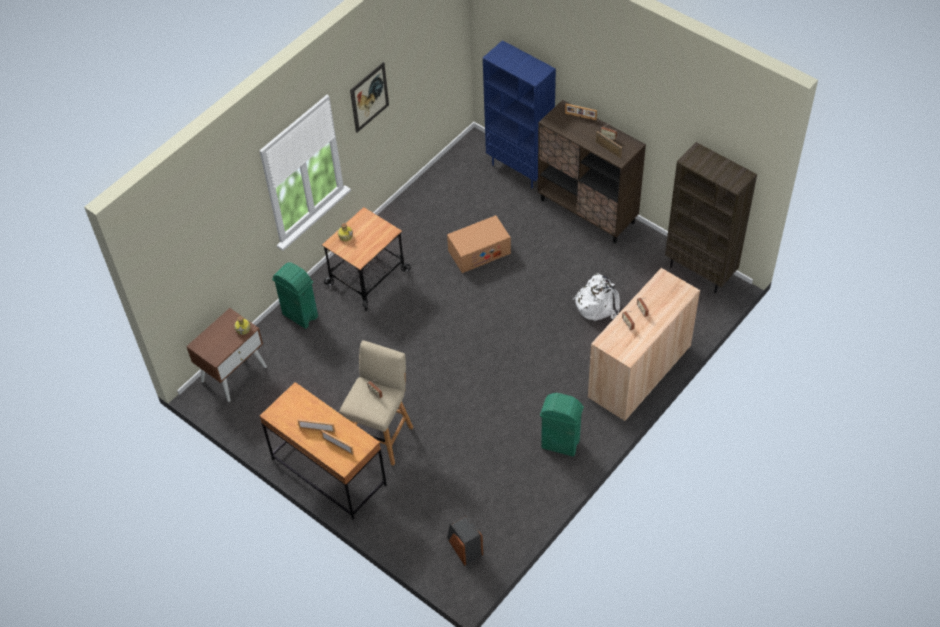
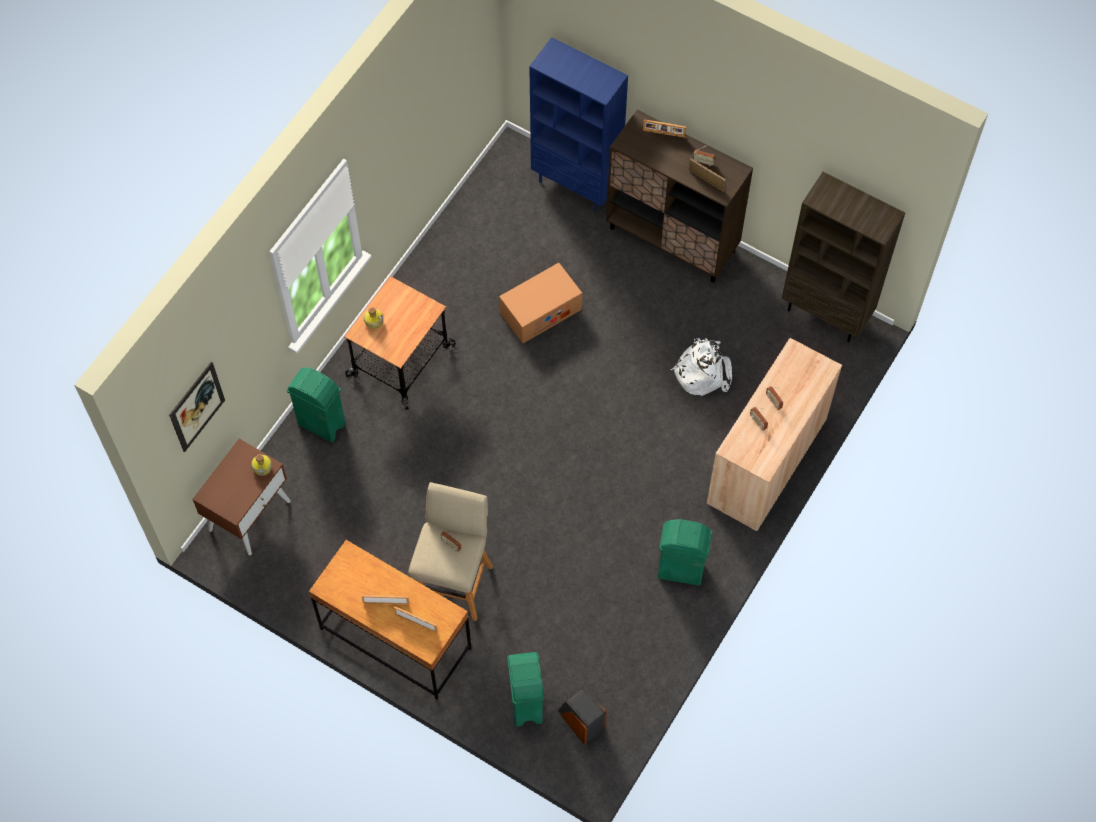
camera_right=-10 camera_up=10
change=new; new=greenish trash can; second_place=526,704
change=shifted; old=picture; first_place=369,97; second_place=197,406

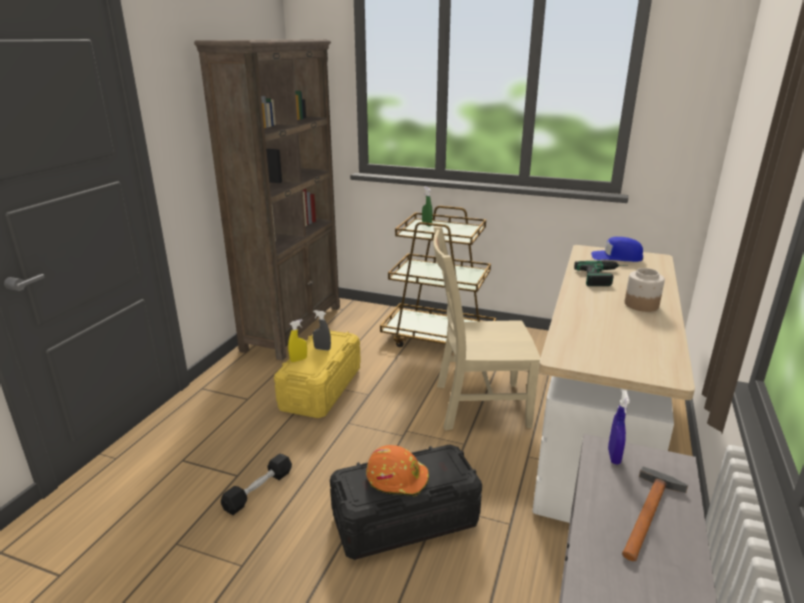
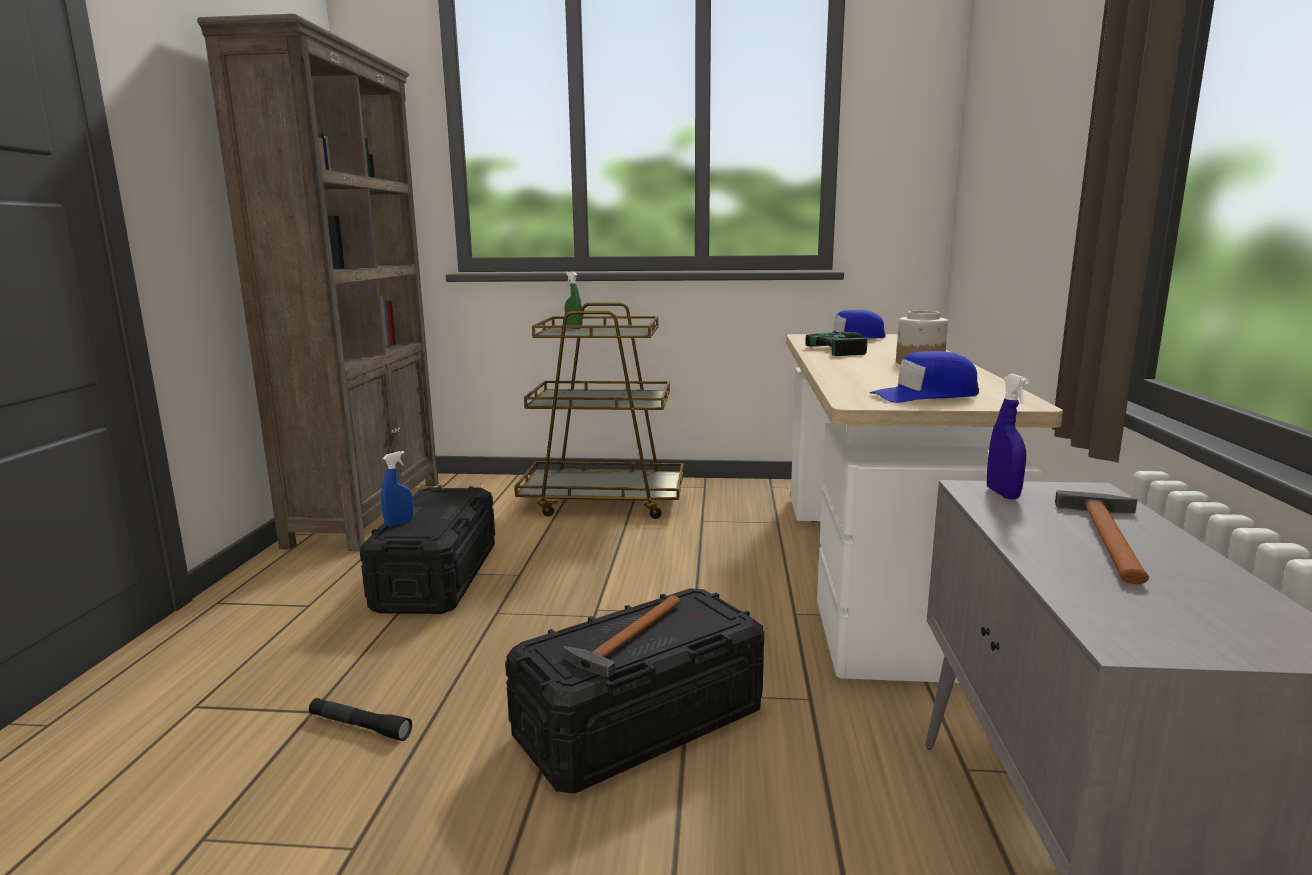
camera_right=-15 camera_up=-10
change=gone; old=grey sprayer; first_place=322,349
change=gone; old=beige plain chair; first_place=477,405
change=new; new=bluish baseball cap; second_place=924,395
change=swapped; old=black-coloured hand weight; new=black-coloured hand torch; first_place=258,490; second_place=359,726
change=swapped; old=orange-coloured work helmet; new=hammer; first_place=397,478; second_place=627,638
change=repainted; old=yellow-coloured storage bin; new=black-coloured storage bin; first_place=321,388; second_place=437,577
change=repainted; old=yellow-coloured sprayer; new=bluish sprayer; first_place=298,359; second_place=399,523

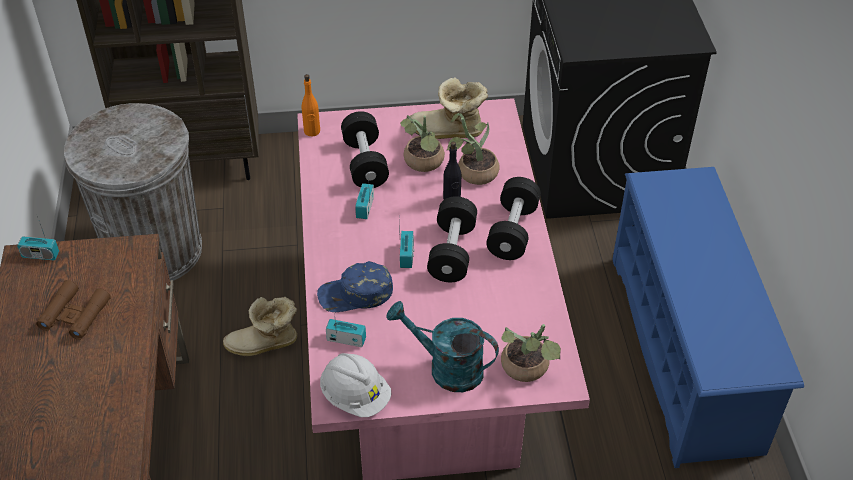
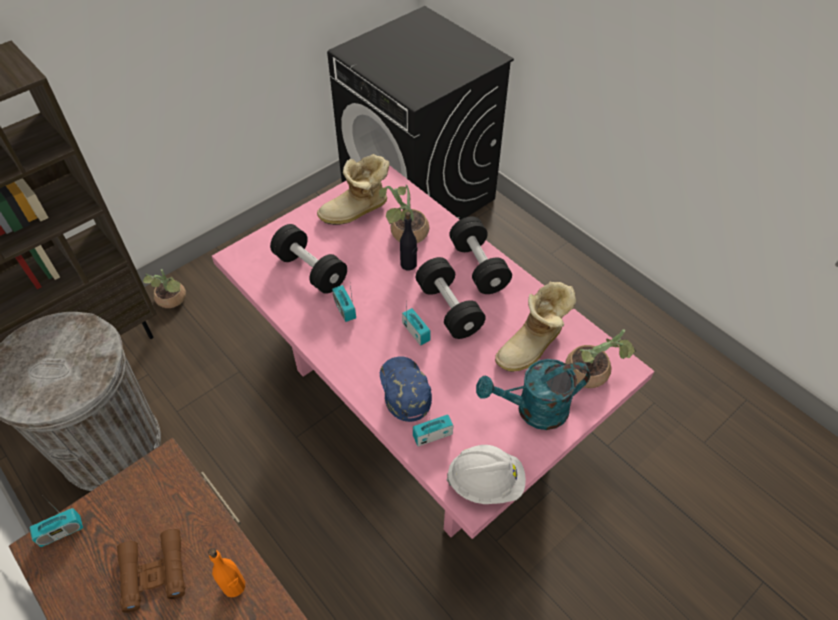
camera_right=-35 camera_up=5
change=gone; old=bluish shoe shelf; first_place=685,352
change=shifted; old=boot; first_place=264,345; second_place=533,347
change=shifted; old=orange-coloured beverage bottle; first_place=312,131; second_place=234,586
change=shifted; old=plant in a pot; first_place=423,164; second_place=172,301
change=rotated; old=bluish baseball cap; first_place=355,294; second_place=404,390; degrees=120

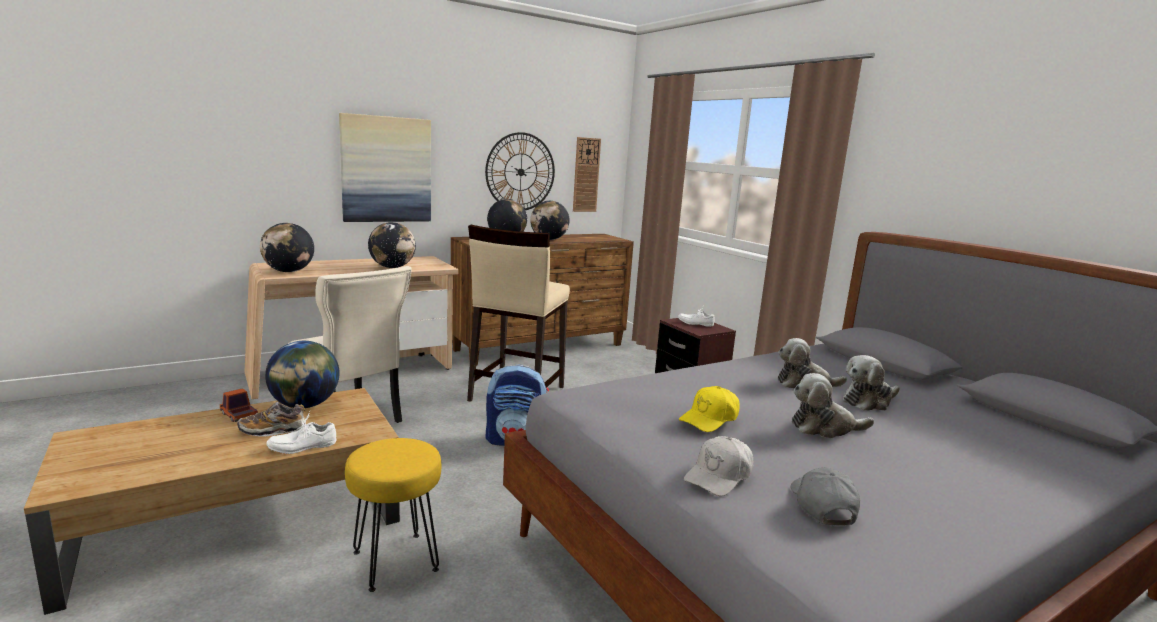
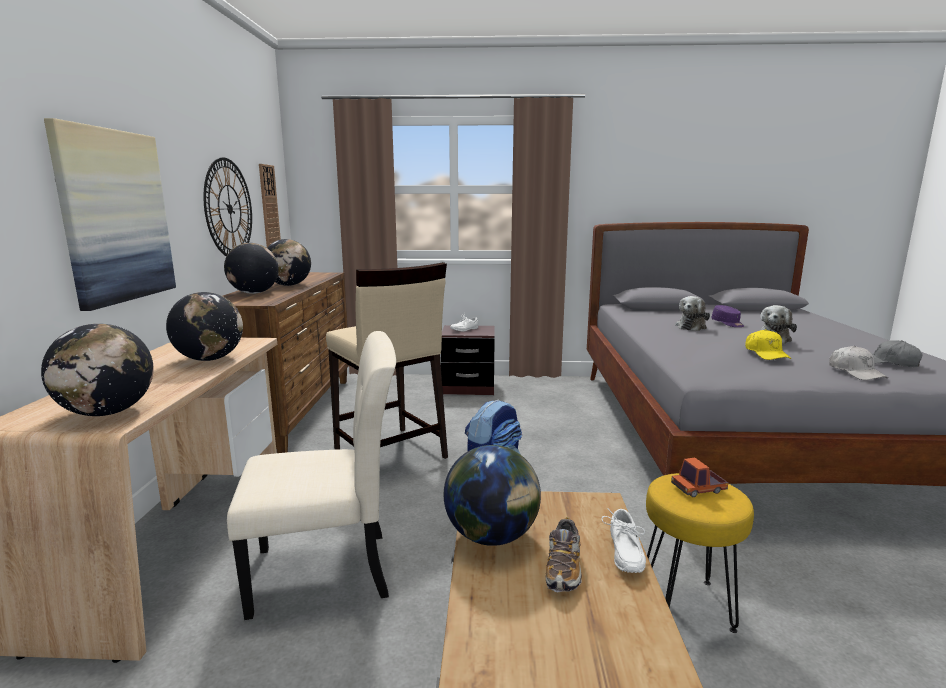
camera_right=-55 camera_up=0
change=shifted; old=model truck; first_place=239,415; second_place=698,489
change=swapped; old=soft toy; new=purplish baseball cap; first_place=868,401; second_place=727,323

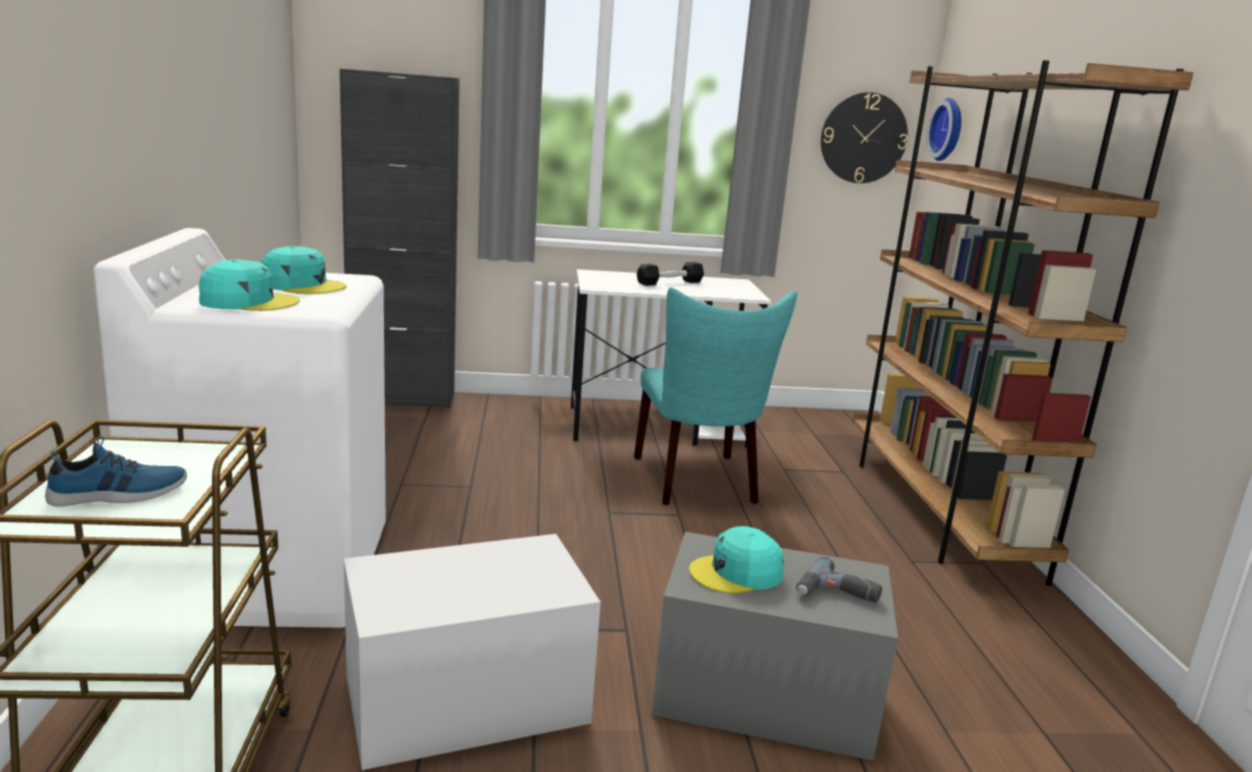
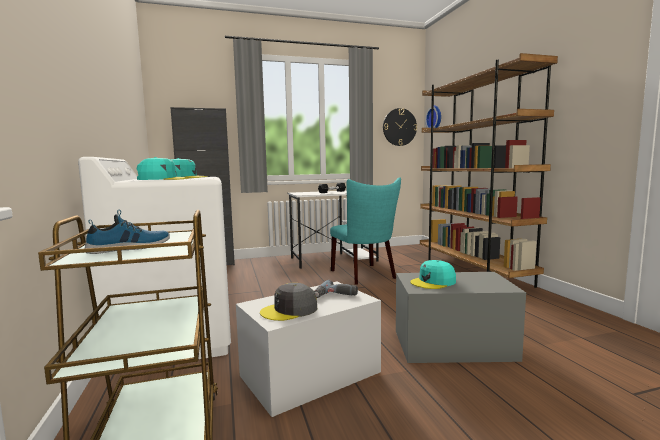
camera_right=-10 camera_up=-10
change=new; new=grey baseball cap; second_place=289,310
change=shifted; old=drill; first_place=837,595; second_place=335,295

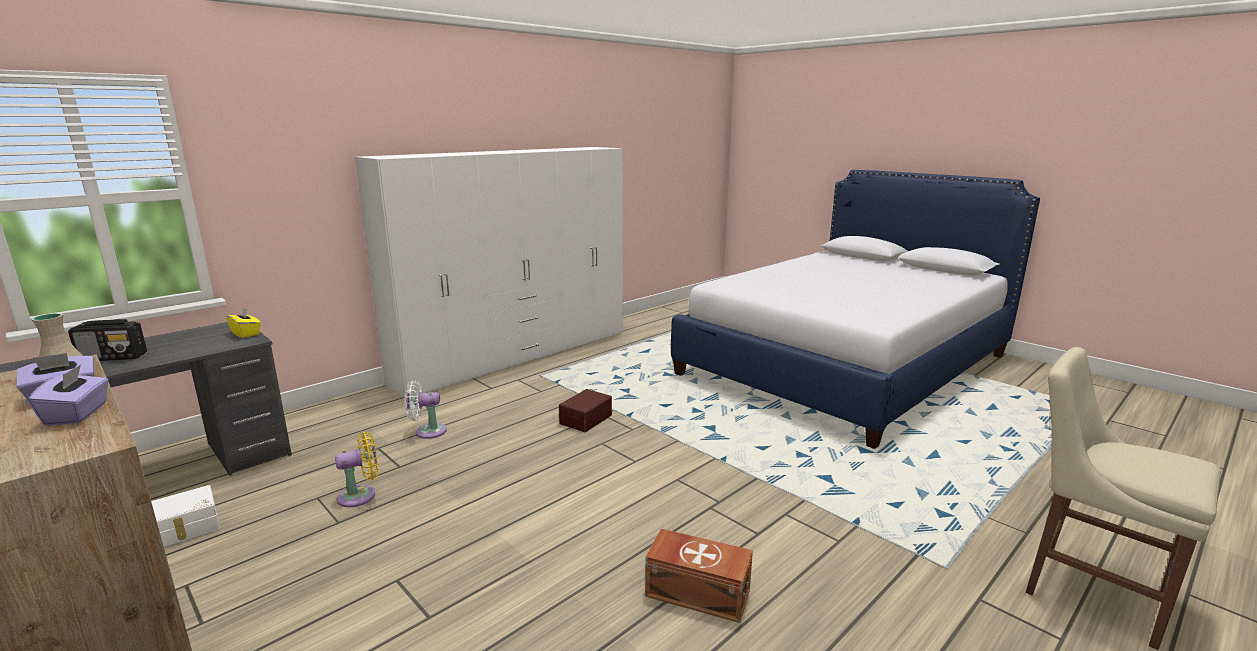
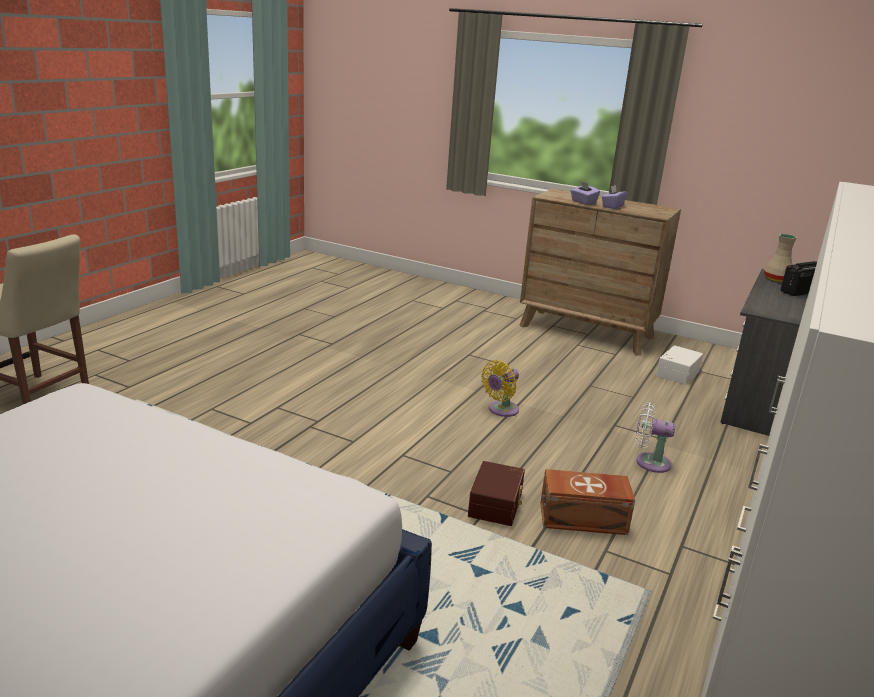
camera_right=160 camera_up=5
change=gone; old=yellow-coloured tissue holder; first_place=246,333
change=shifted; old=yellow-coloured electric fan; first_place=361,495; second_place=501,410
change=shifted; old=brown storage bin; first_place=696,591; second_place=584,519
change=rotated; old=white-coloured electric fan; first_place=427,431; second_place=649,462; degrees=-135

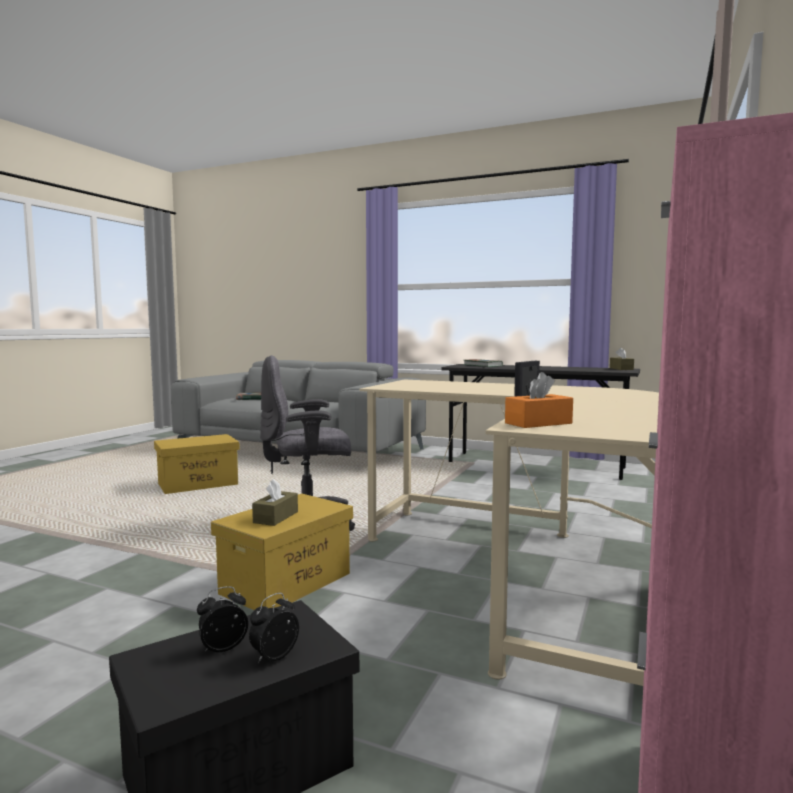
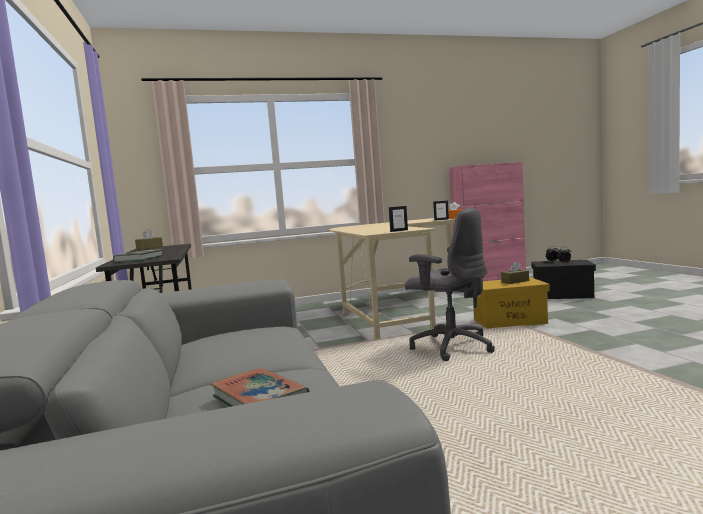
camera_right=-130 camera_up=0
change=gone; old=yellow-coloured storage bin; first_place=199,484
change=new; new=photo frame; second_place=399,231

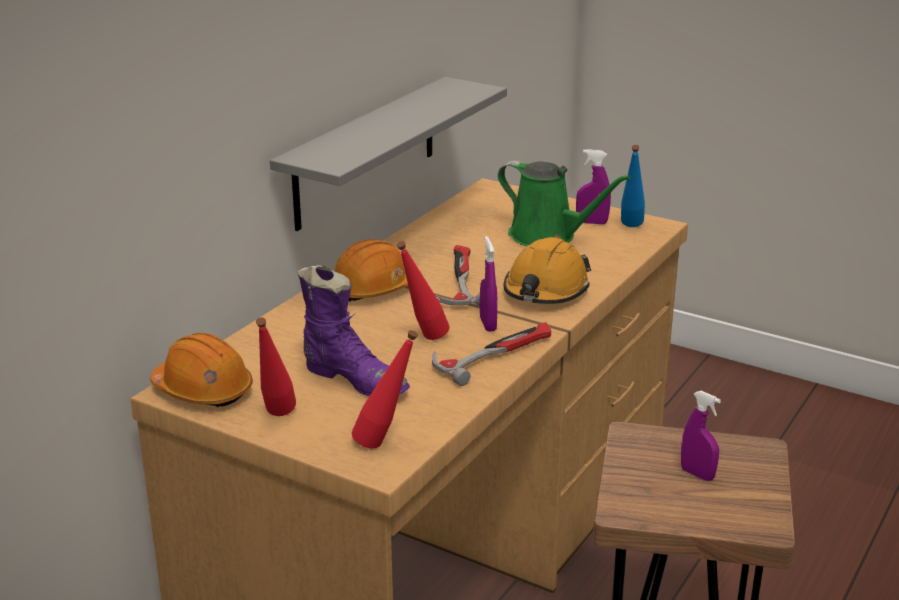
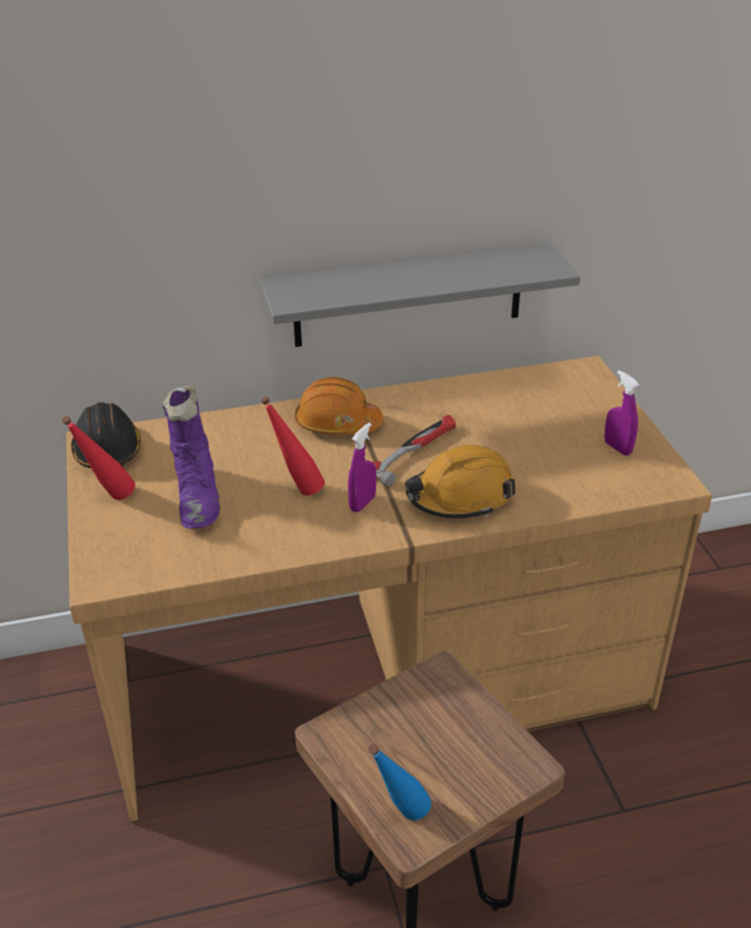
camera_right=45 camera_up=10
change=gone; old=reddish beverage bottle; first_place=385,444
change=gone; old=hammer; first_place=494,354
change=gone; old=greenish watering pot; first_place=548,236
change=gone; old=purplish sprayer; first_place=697,474
change=shifted; old=bluish beverage bottle; first_place=630,228; second_place=399,817
change=repainted; old=orange-coloured work helmet; new=black-coloured work helmet; first_place=203,390; second_place=107,450

